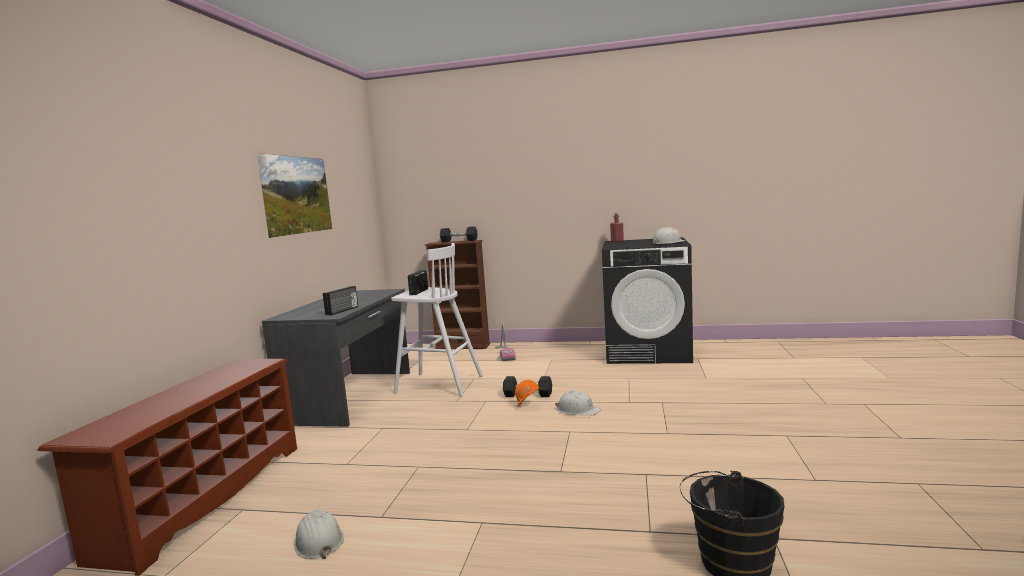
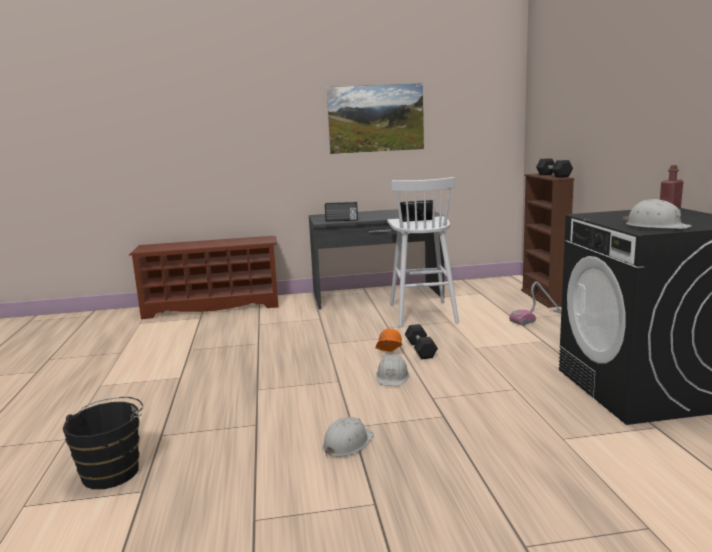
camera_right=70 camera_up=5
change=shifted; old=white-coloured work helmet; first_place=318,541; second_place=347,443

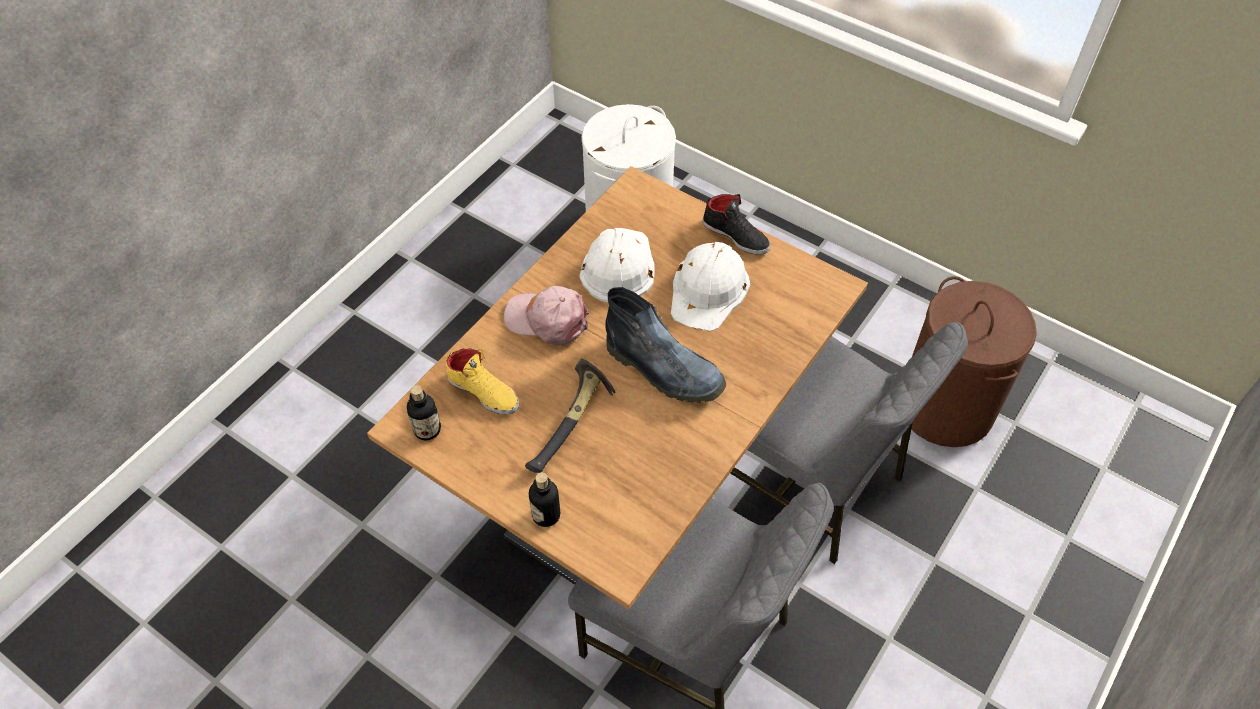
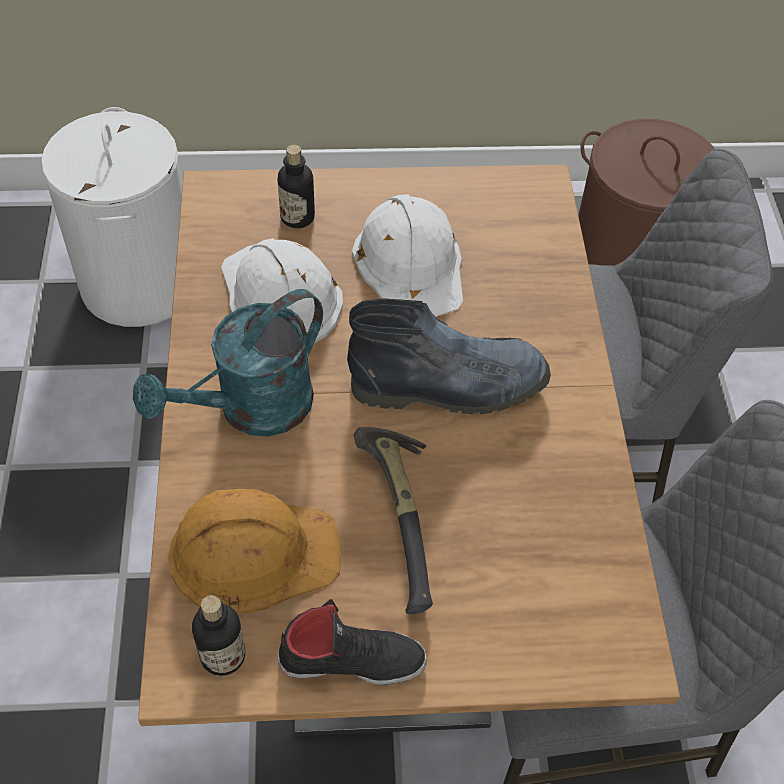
camera_right=-40 camera_up=0
change=shifted; old=beverage bottle; first_place=546,515; second_place=297,217
change=shifted; old=black-coloured shoe; first_place=736,235; second_place=352,659
change=swapped; old=yellow-coloured shoe; new=orange-coloured work helmet; first_place=484,391; second_place=253,552
change=swapped; old=pink-coloured baseball cap; new=turquoise watering pot; first_place=547,319; second_place=251,410

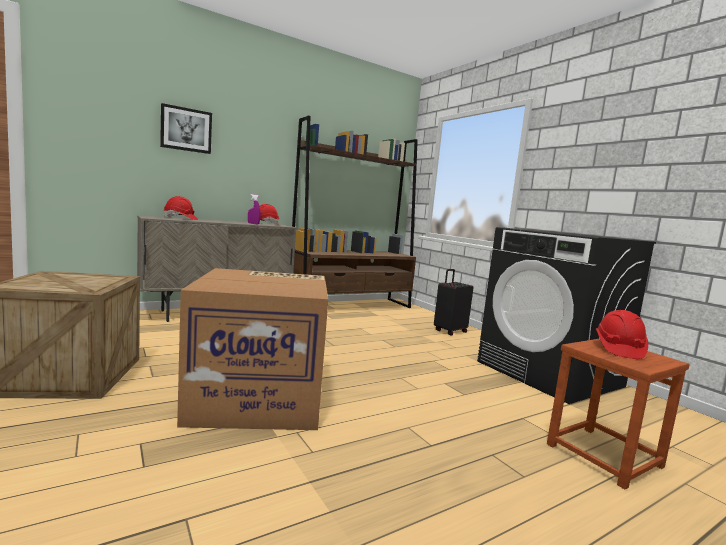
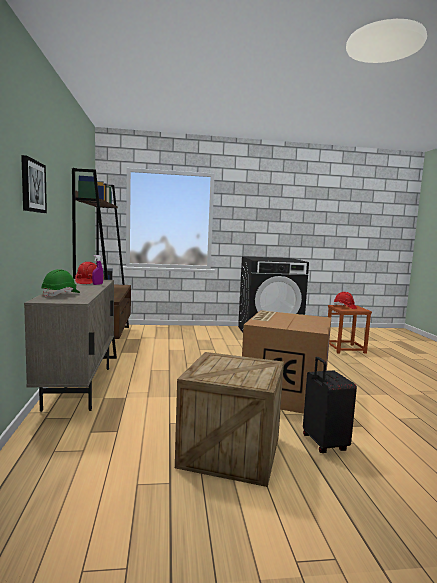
camera_right=-65 camera_up=0
change=shifted; old=black-coloured travel case; first_place=449,331; second_place=323,443
change=repainted; old=reddish work helmet; new=greenish work helmet; first_place=180,218; second_place=61,294

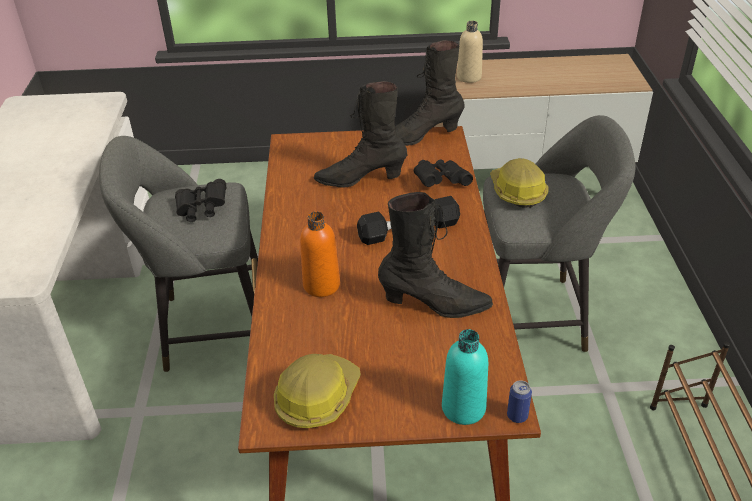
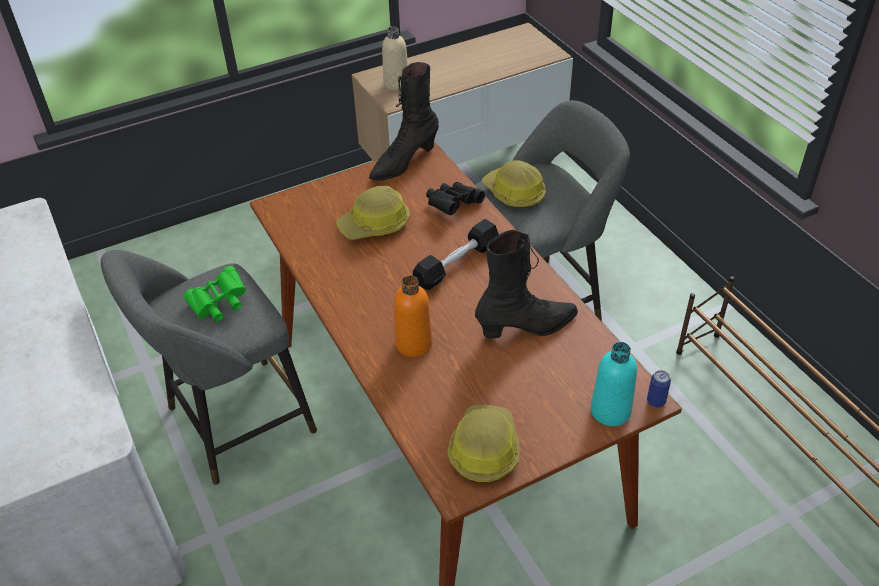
camera_right=-25 camera_up=5
change=swapped; old=black-coloured boot; new=work helmet; first_place=360,179; second_place=375,225
change=repainted; old=black-coloured binoculars; new=greenish binoculars; first_place=202,210; second_place=219,304

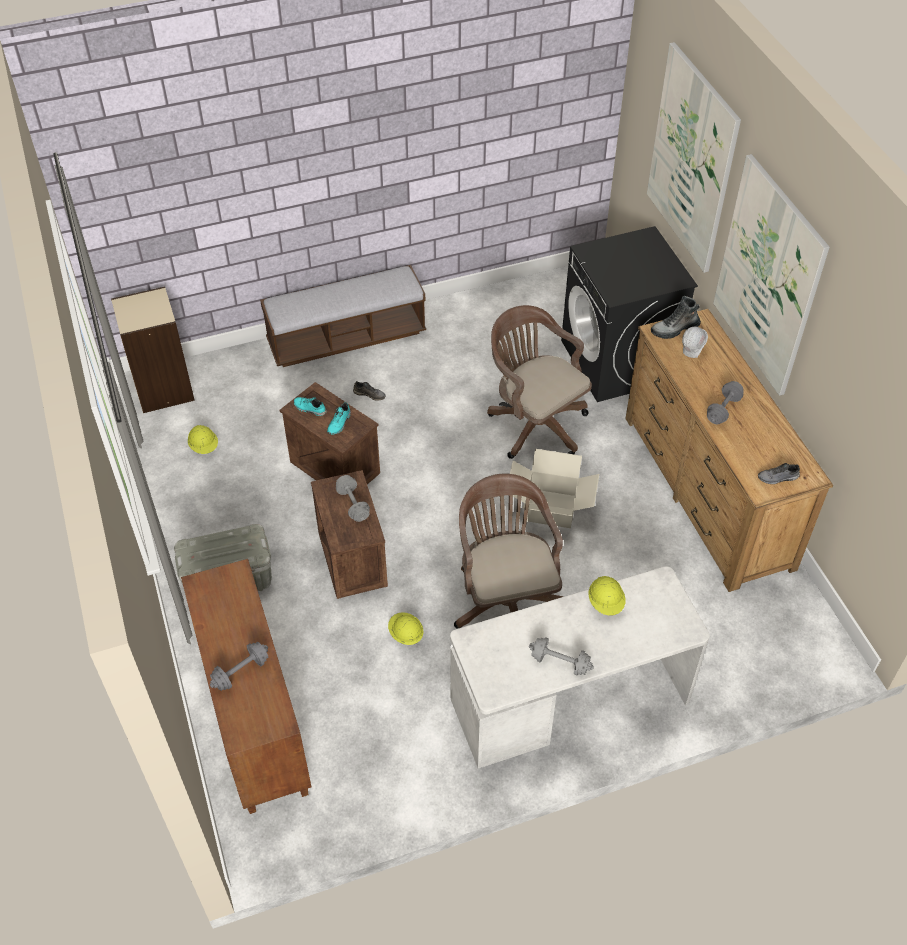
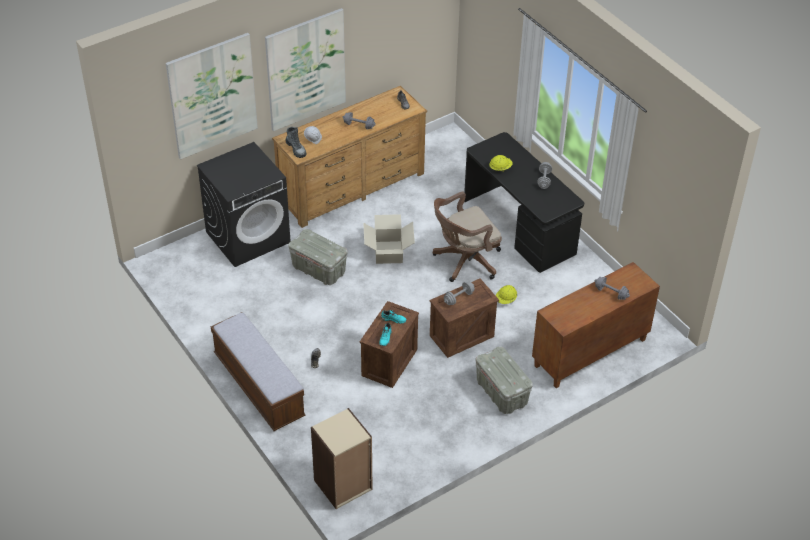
camera_right=-105 camera_up=-5
change=gone; old=yellow-coloured work helmet; first_place=204,447
change=swapped; old=brown desk chair; new=grey storage bin; first_place=534,423; second_place=318,269
change=repainted; old=white-coloured desk unit; new=black-coloured desk unit; first_place=570,700; second_place=519,226

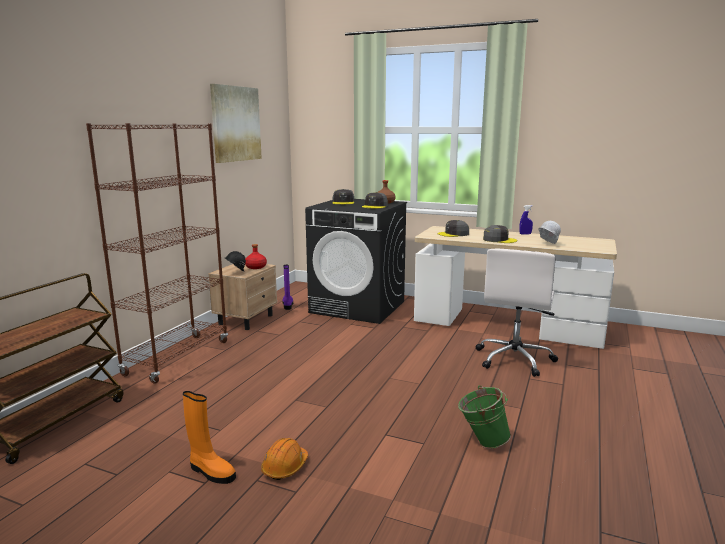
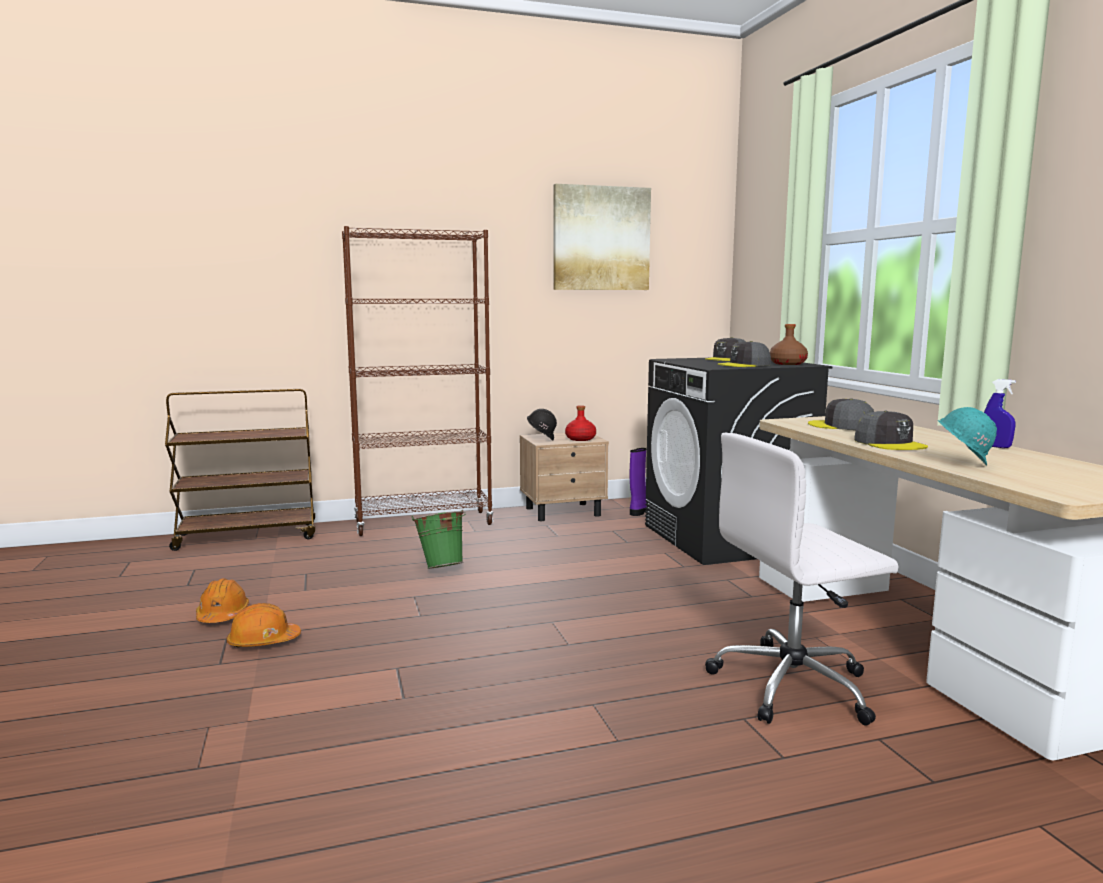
camera_right=50 camera_up=-5
change=shifted; old=greenish bucket; first_place=482,442; second_place=441,567
change=swapped; old=orange-coloured boot; new=orange-coloured work helmet; first_place=211,472; second_place=223,615
change=repainted; old=white-coloured work helmet; new=turquoise work helmet; first_place=547,244; second_place=962,464

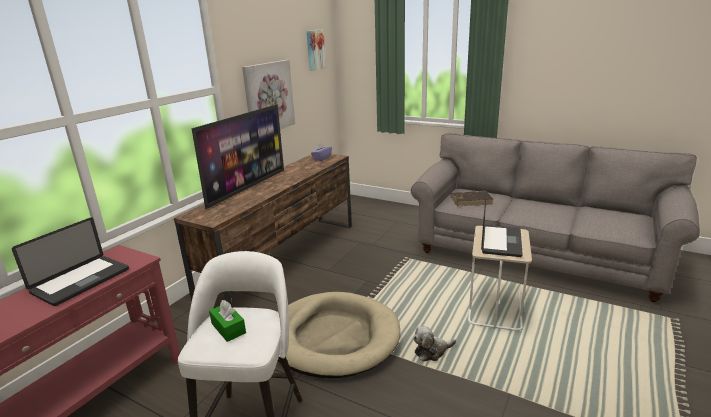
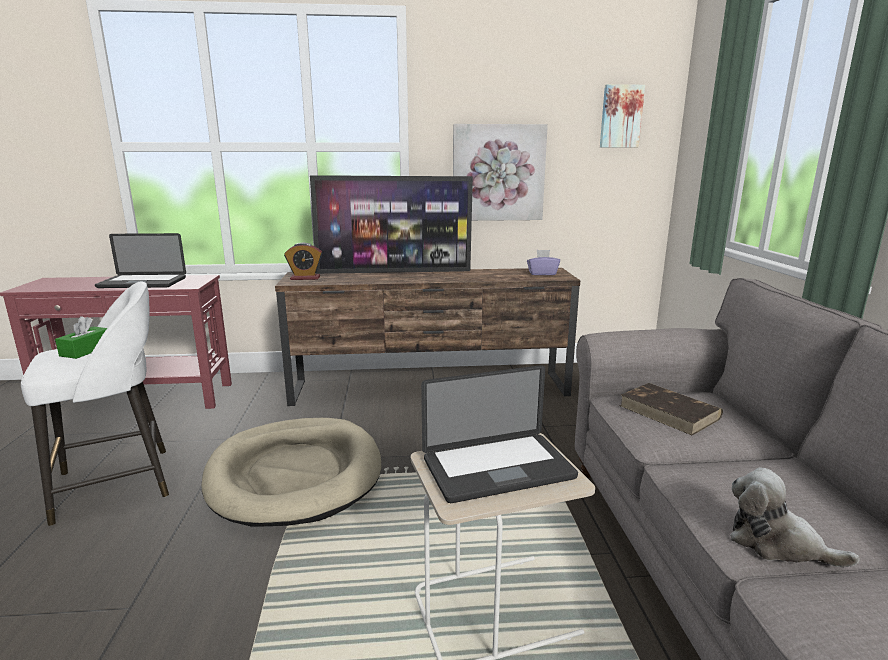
camera_right=55 camera_up=-5
change=new; new=bedside clock; second_place=305,278
change=shifted; old=soft toy; first_place=432,351; second_place=776,543

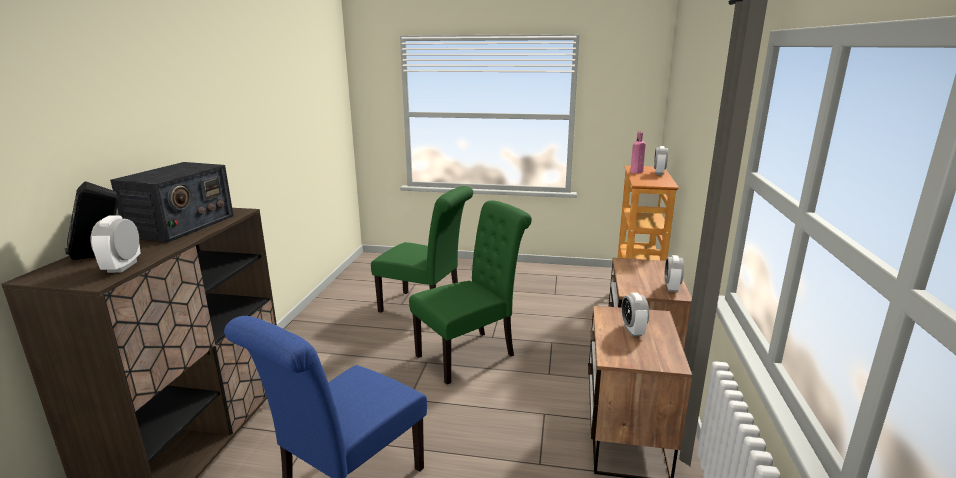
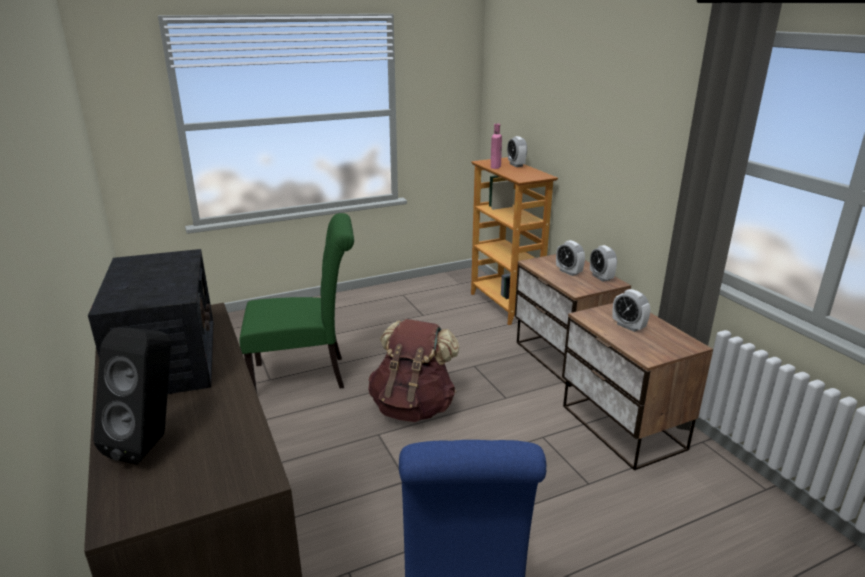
camera_right=-35 camera_up=5
change=shifted; old=bedside clock; first_place=122,267; second_place=568,272
change=swapped; old=greenish plain chair; new=brown rucksack; first_place=471,354; second_place=413,407

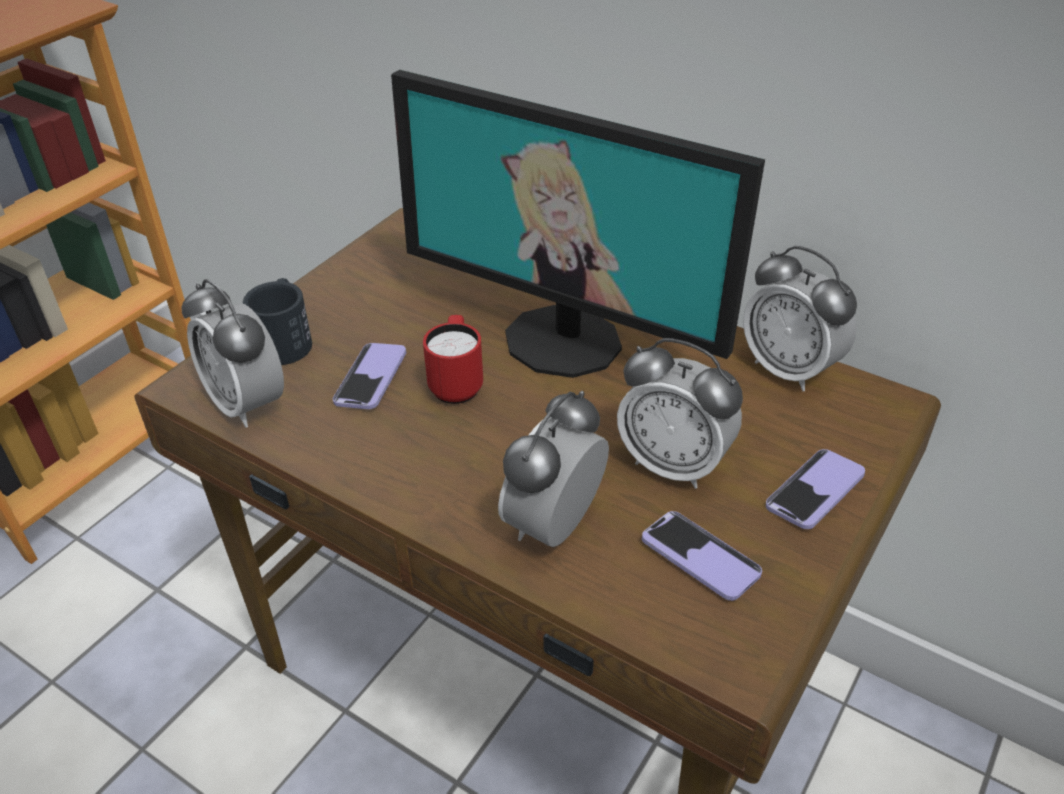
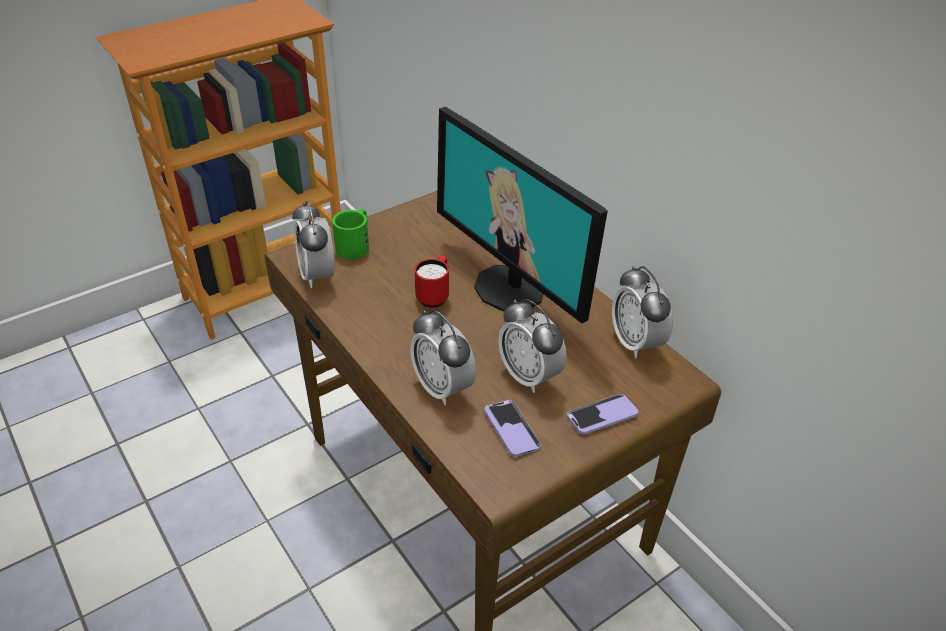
camera_right=20 camera_up=0
change=gone; old=handset; first_place=371,378
change=repainted; old=black-coloured tea mug; new=greenish tea mug; first_place=286,339; second_place=355,244
change=rotated; old=bedside clock; first_place=554,525; second_place=442,388; degrees=-90

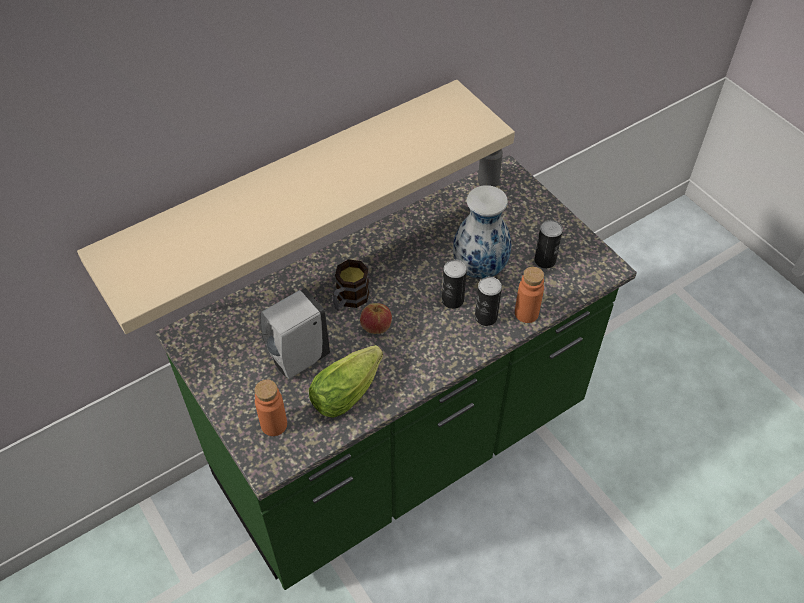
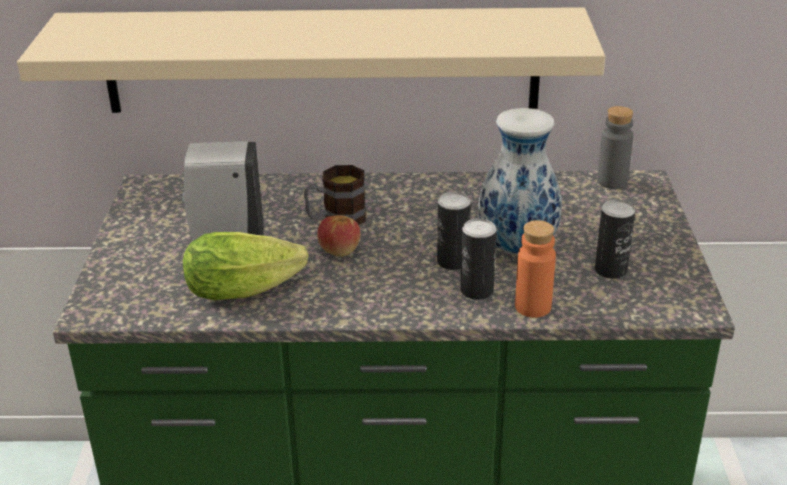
camera_right=35 camera_up=-20
change=gone; old=orange-coloured beverage bottle; first_place=274,424

